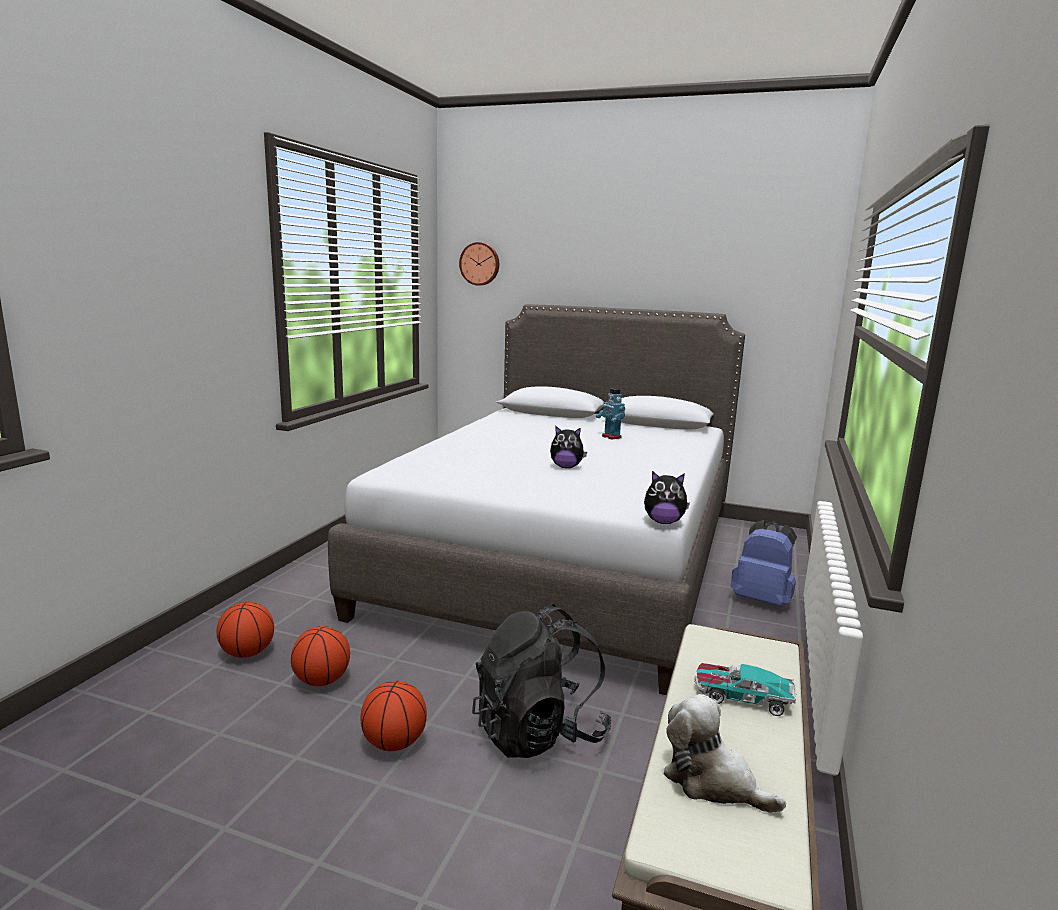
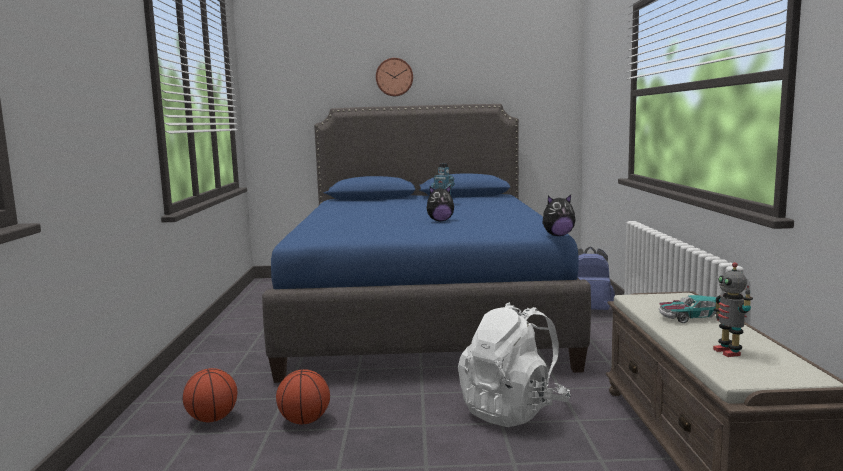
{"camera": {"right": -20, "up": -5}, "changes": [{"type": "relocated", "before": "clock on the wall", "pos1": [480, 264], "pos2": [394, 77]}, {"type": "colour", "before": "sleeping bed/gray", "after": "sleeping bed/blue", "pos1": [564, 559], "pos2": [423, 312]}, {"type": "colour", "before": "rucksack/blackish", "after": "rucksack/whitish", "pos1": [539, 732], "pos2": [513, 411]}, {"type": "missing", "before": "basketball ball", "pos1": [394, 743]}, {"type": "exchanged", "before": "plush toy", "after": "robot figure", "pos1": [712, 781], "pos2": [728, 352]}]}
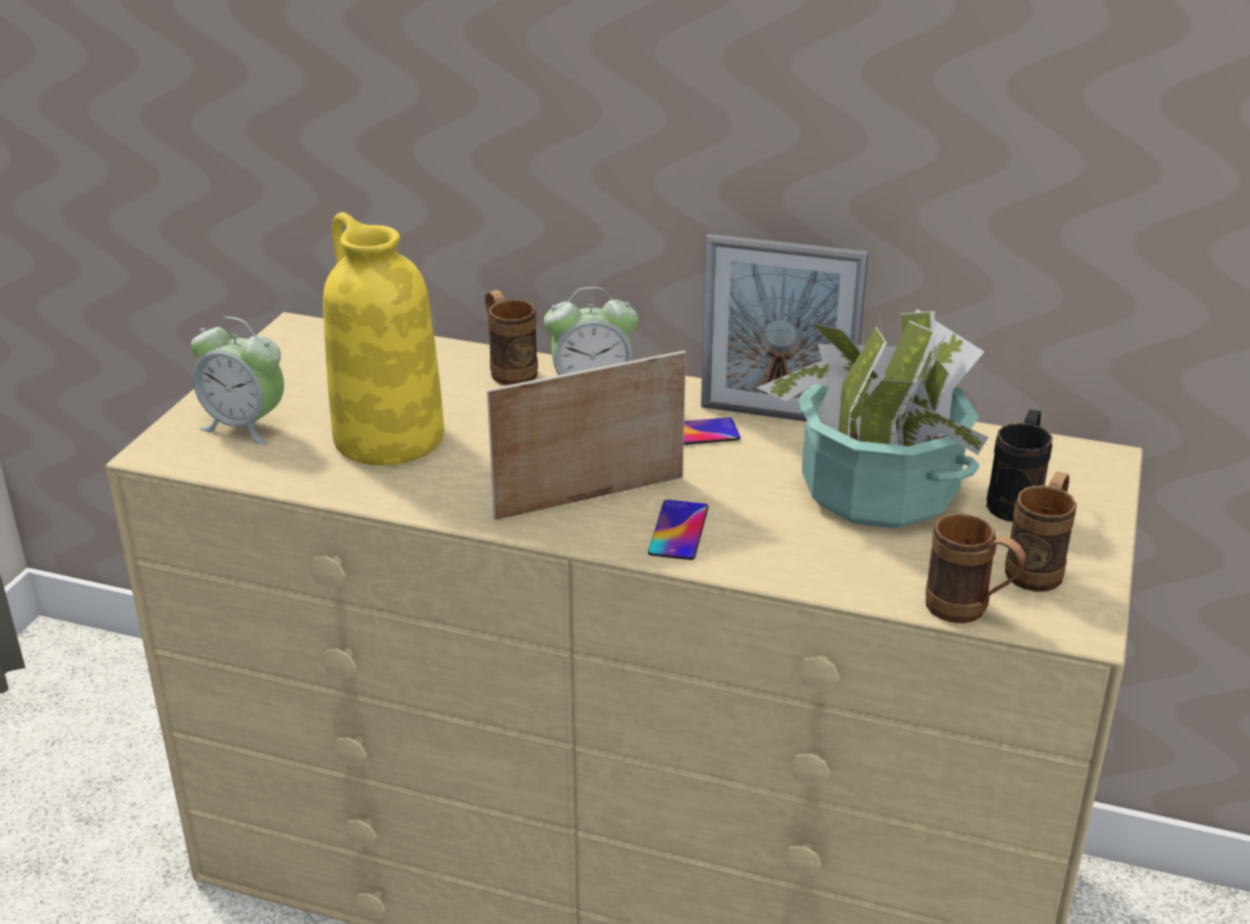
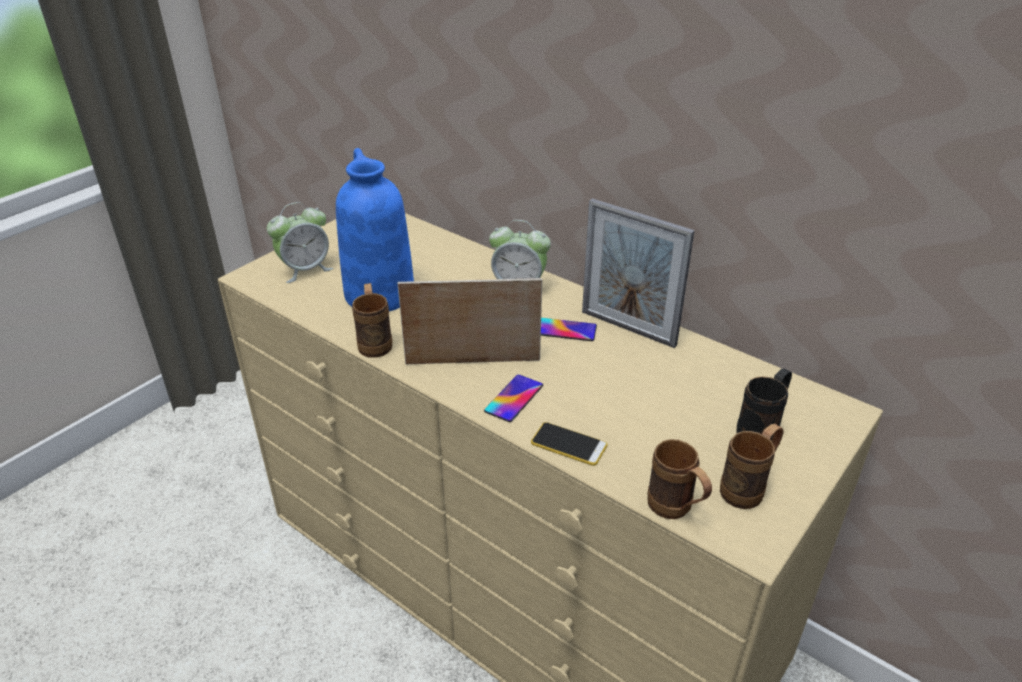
{"camera": {"right": 20, "up": 5}, "changes": [{"type": "colour", "before": "flower vase/yellowish", "after": "flower vase/blue", "pos1": [387, 437], "pos2": [378, 293]}, {"type": "relocated", "before": "coffee mug/brown", "pos1": [509, 369], "pos2": [375, 341]}, {"type": "missing", "before": "plant in a pot", "pos1": [879, 491]}, {"type": "spun", "before": "table clock", "pos1": [245, 426], "pos2": [305, 269], "turn": -75}, {"type": "appeared", "after": "handset", "pos2": [568, 444]}]}
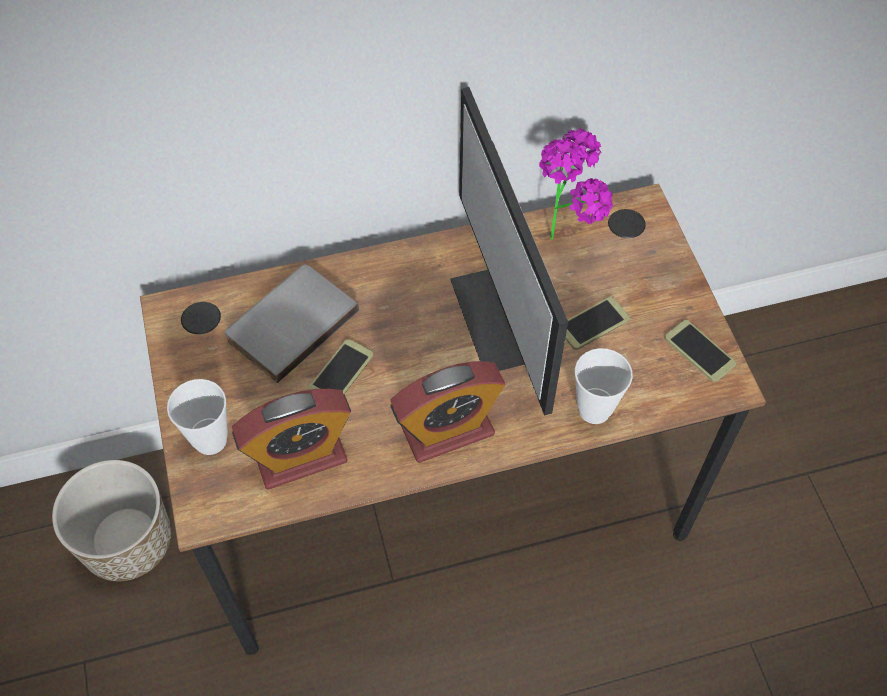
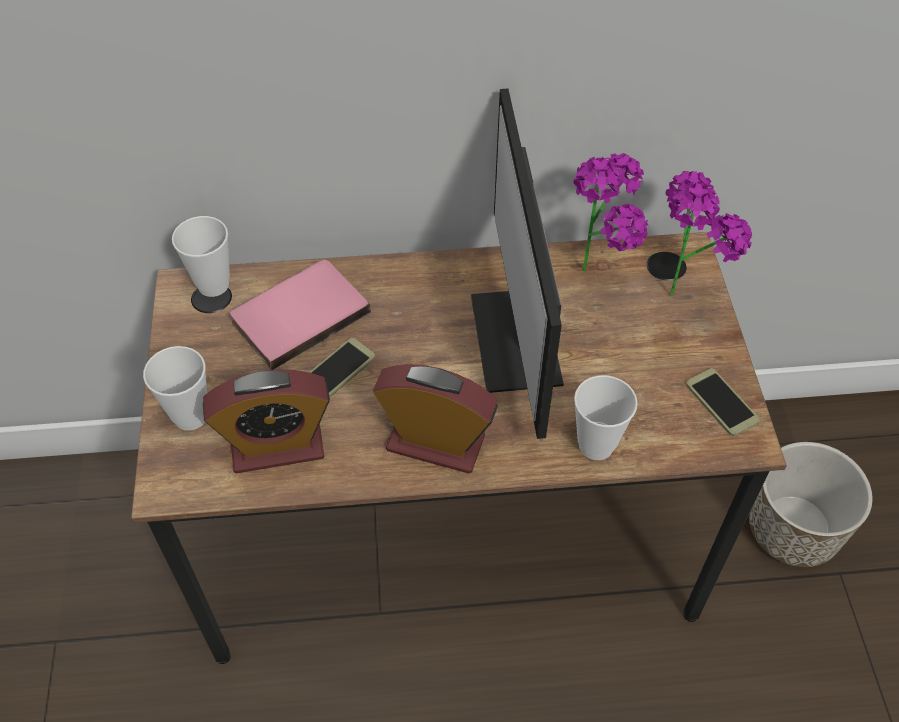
{"camera": {"right": 10, "up": -5}, "changes": [{"type": "colour", "before": "book/gray", "after": "book/pinkish", "pos1": [289, 322], "pos2": [298, 314]}, {"type": "missing", "before": "handset", "pos1": [593, 323]}, {"type": "spun", "before": "table clock", "pos1": [447, 430], "pos2": [435, 443], "turn": -150}, {"type": "relocated", "before": "planter", "pos1": [128, 542], "pos2": [793, 530]}, {"type": "appeared", "after": "plant in a pot", "pos2": [682, 285]}, {"type": "appeared", "after": "drinking cup", "pos2": [213, 285]}]}
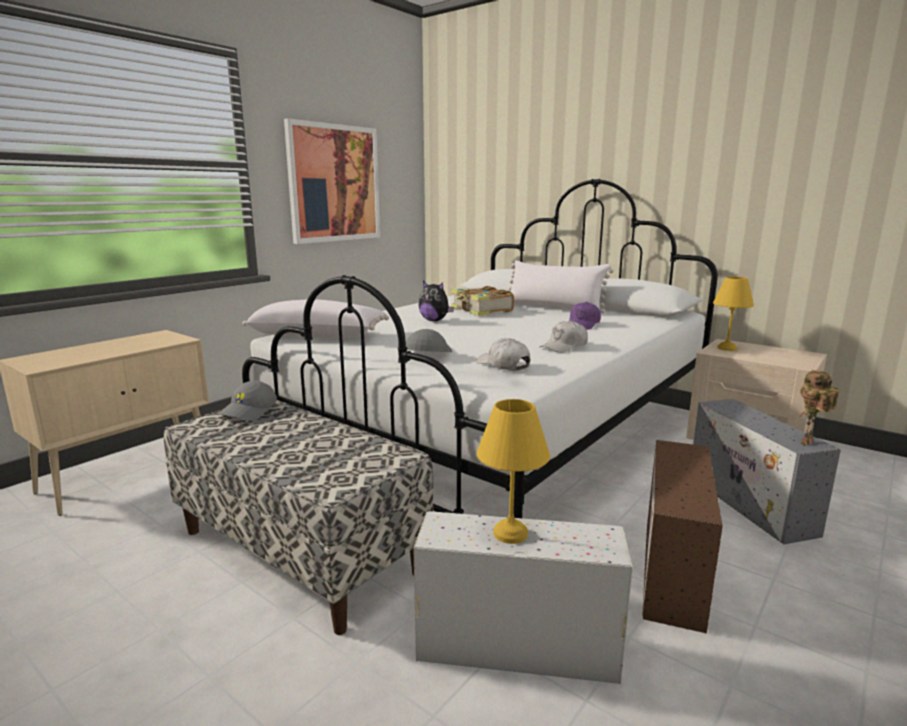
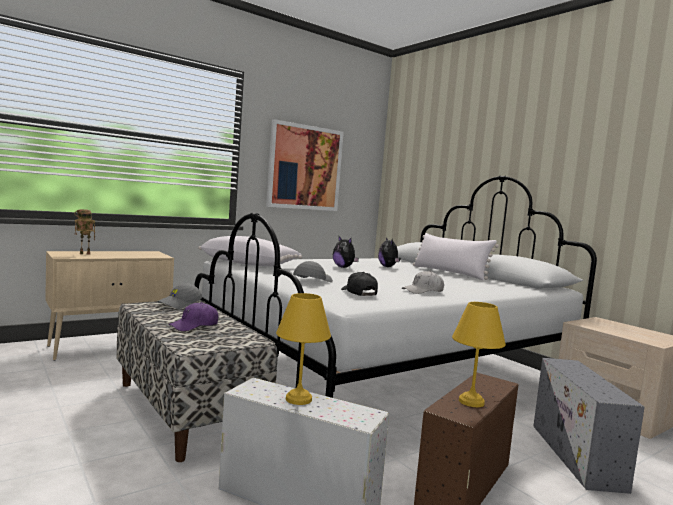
{"camera": {"right": 15, "up": -10}, "changes": [{"type": "relocated", "before": "lamp for a table/yellowish", "pos1": [727, 348], "pos2": [471, 402]}, {"type": "exchanged", "before": "book", "after": "plush toy", "pos1": [481, 310], "pos2": [388, 267]}, {"type": "relocated", "before": "peaked cap/purple-coloured", "pos1": [583, 325], "pos2": [194, 326]}, {"type": "colour", "before": "peaked cap/whitish", "after": "peaked cap/blackish", "pos1": [503, 365], "pos2": [359, 293]}, {"type": "relocated", "before": "robot figure", "pos1": [808, 443], "pos2": [84, 254]}]}
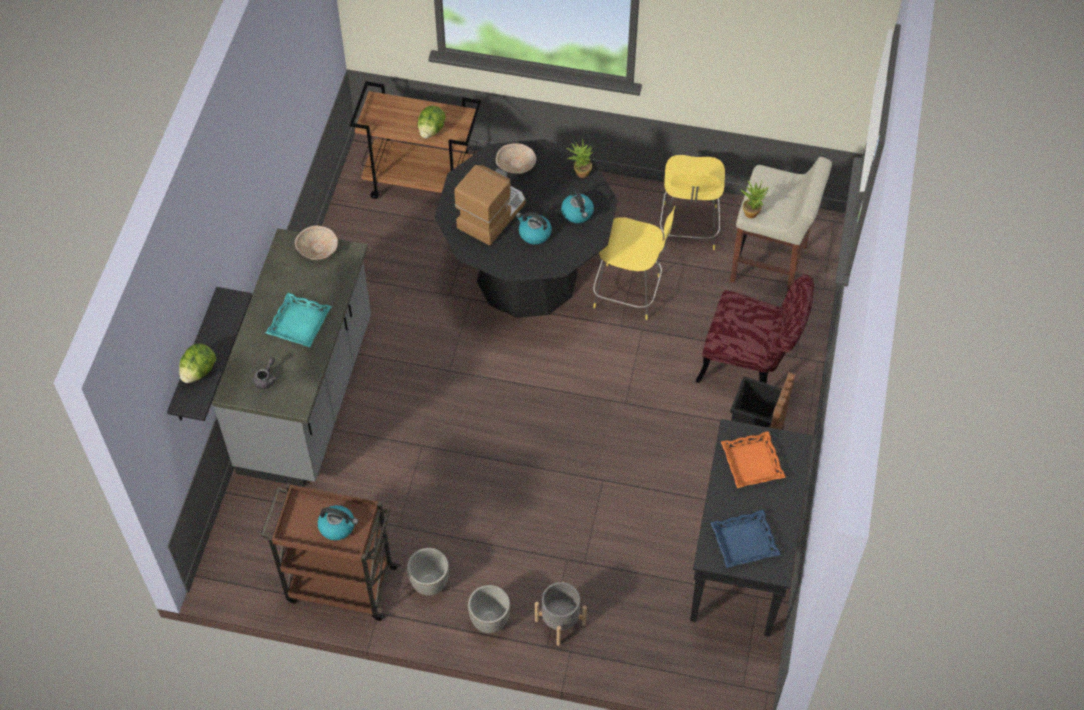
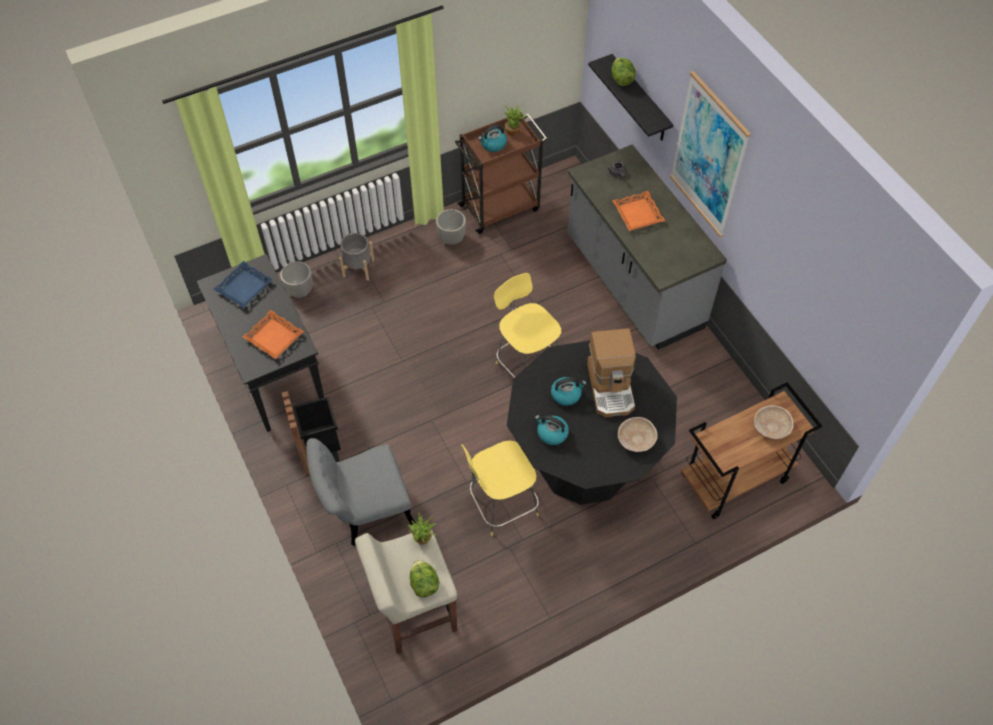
{"camera": {"right": 140, "up": 0}, "changes": [{"type": "relocated", "before": "lettuce head", "pos1": [431, 130], "pos2": [424, 584]}, {"type": "relocated", "before": "plant in a pot", "pos1": [580, 172], "pos2": [514, 131]}, {"type": "relocated", "before": "sitting stool/yellowish", "pos1": [688, 228], "pos2": [527, 366]}, {"type": "relocated", "before": "deep dish/sand-coloured", "pos1": [318, 249], "pos2": [771, 427]}, {"type": "colour", "before": "chair/red", "after": "chair/gray", "pos1": [750, 365], "pos2": [365, 511]}, {"type": "colour", "before": "serving tray/turquoise", "after": "serving tray/orange-coloured", "pos1": [300, 323], "pos2": [637, 214]}, {"type": "relocated", "before": "planter", "pos1": [490, 620], "pos2": [300, 291]}, {"type": "appeared", "after": "picture", "pos2": [708, 156]}]}
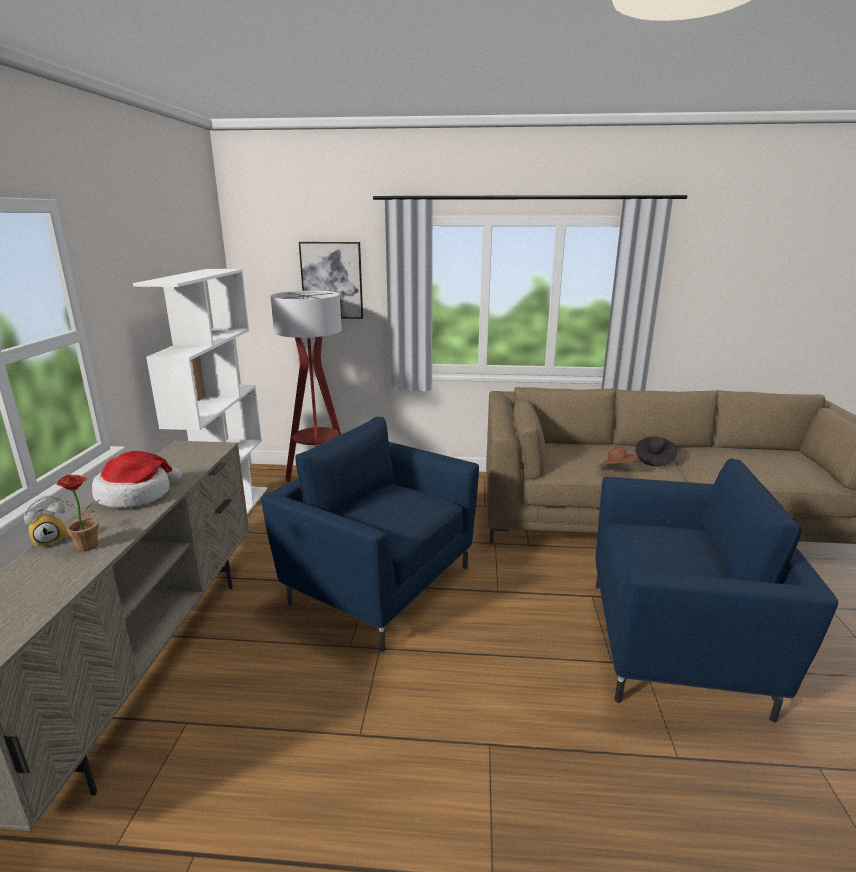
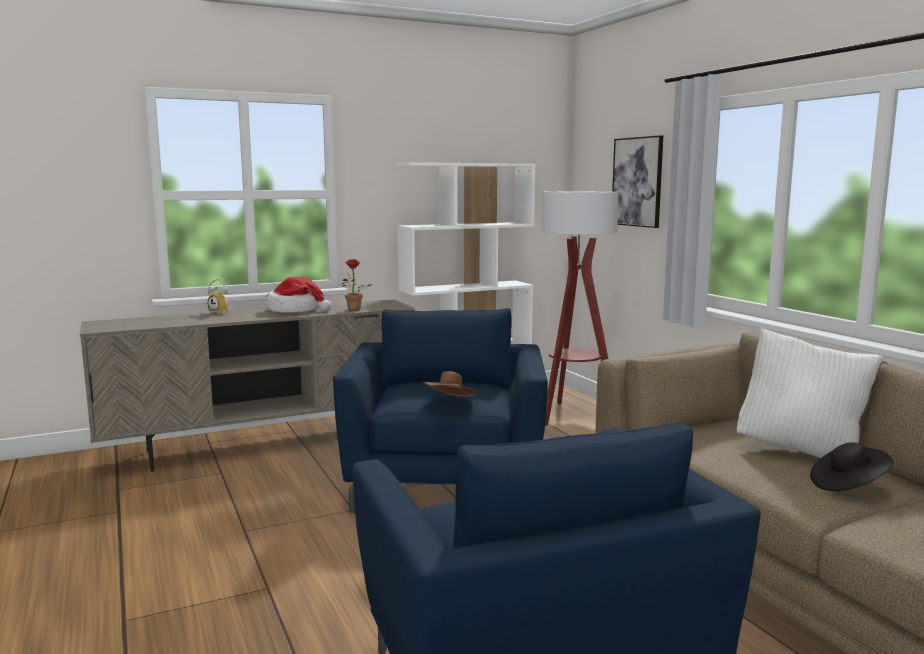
{"camera": {"right": 60, "up": -10}, "changes": [{"type": "relocated", "before": "clothing hat/brown", "pos1": [616, 470], "pos2": [450, 402]}, {"type": "relocated", "before": "plant in a pot", "pos1": [90, 547], "pos2": [353, 310]}, {"type": "appeared", "after": "pillow/whitish", "pos2": [801, 451]}]}
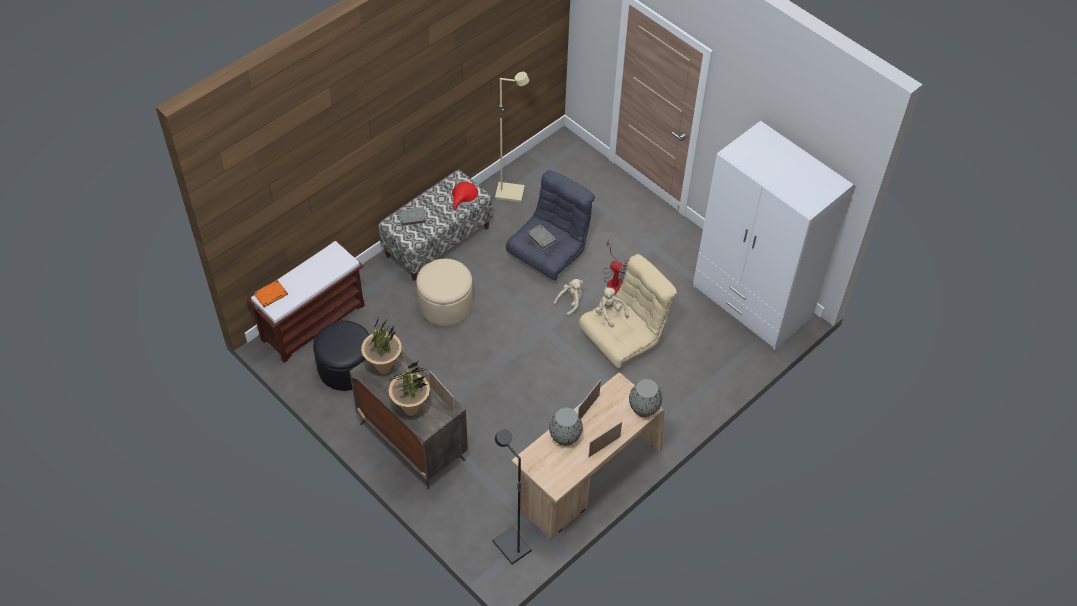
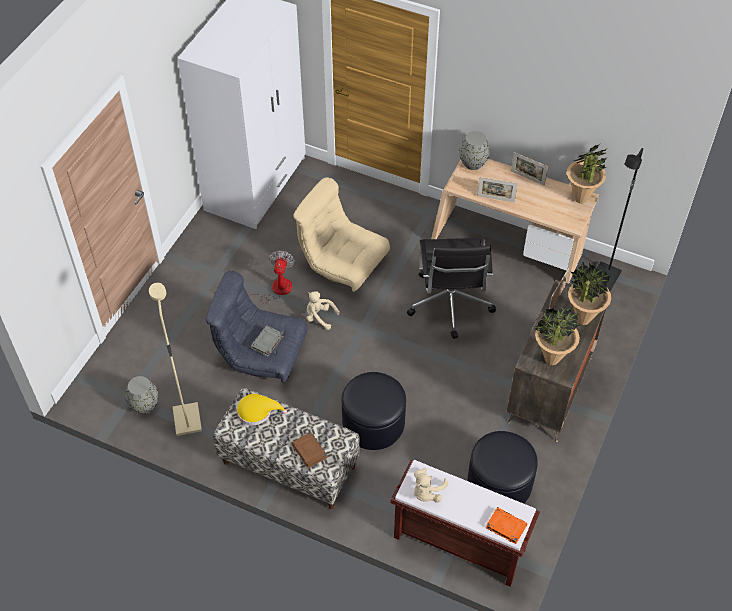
{"camera": {"right": -110, "up": 0}, "changes": [{"type": "colour", "before": "clothing hat/red", "after": "clothing hat/yellowish", "pos1": [464, 198], "pos2": [257, 411]}, {"type": "colour", "before": "book/gray", "after": "book/brown", "pos1": [411, 218], "pos2": [309, 451]}, {"type": "colour", "before": "ottoman/sand-coloured", "after": "ottoman/blackish", "pos1": [445, 304], "pos2": [373, 423]}, {"type": "relocated", "before": "plush toy/sand-coloured", "pos1": [609, 313], "pos2": [427, 492]}, {"type": "relocated", "before": "flower vase/gray", "pos1": [565, 437], "pos2": [144, 405]}, {"type": "appeared", "after": "plant in a pot", "pos2": [580, 199]}, {"type": "appeared", "after": "office chair/blackish", "pos2": [450, 305]}]}
